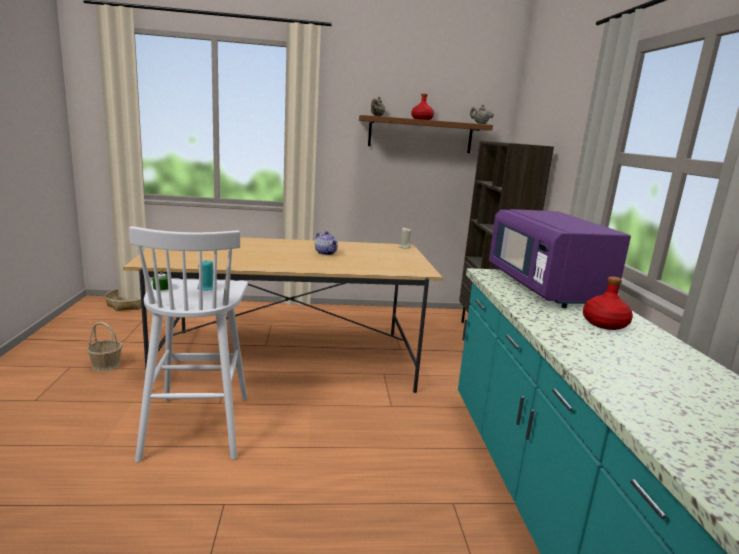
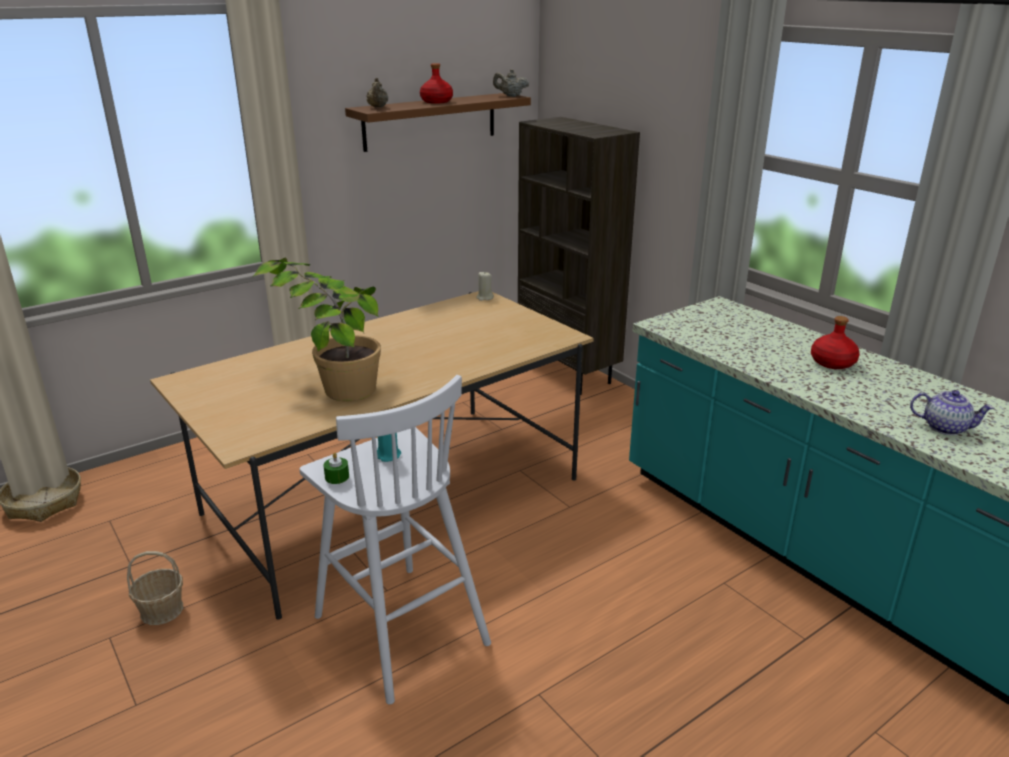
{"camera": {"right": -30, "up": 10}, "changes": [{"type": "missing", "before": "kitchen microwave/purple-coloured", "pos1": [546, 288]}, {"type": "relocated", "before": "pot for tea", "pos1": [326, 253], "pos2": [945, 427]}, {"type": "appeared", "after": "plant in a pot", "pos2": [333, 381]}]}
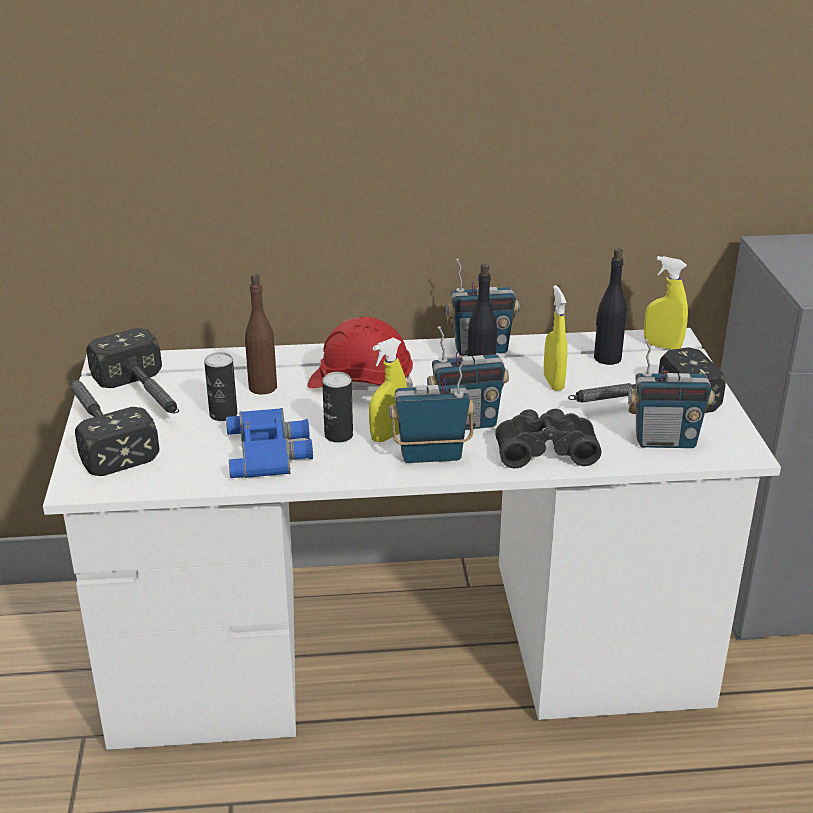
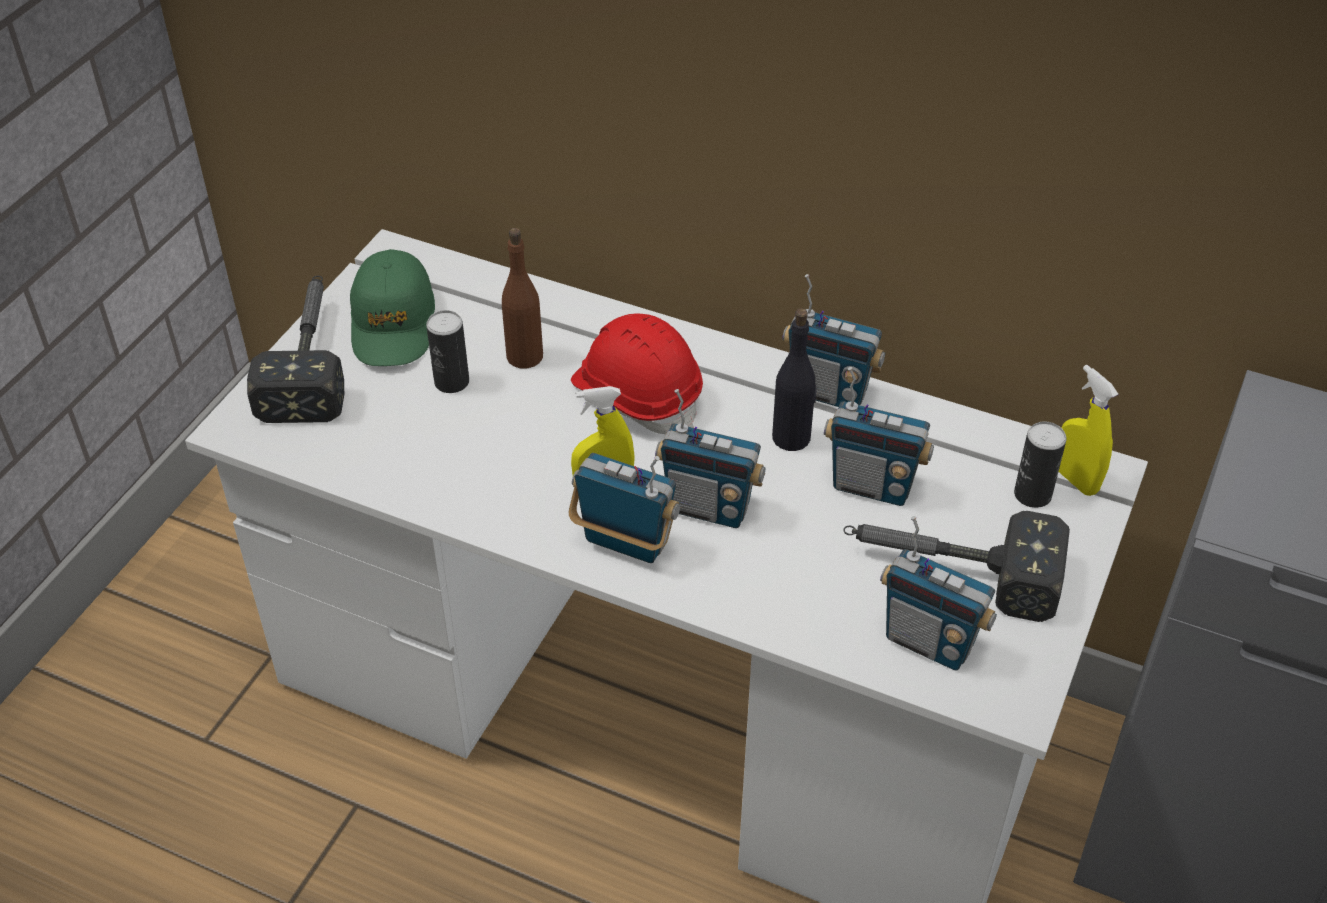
{"camera": {"right": 30, "up": 15}, "changes": [{"type": "missing", "before": "bottle/blackish", "pos1": [607, 358]}, {"type": "exchanged", "before": "spray bottle/yellowish", "after": "radio set", "pos1": [553, 382], "pos2": [872, 486]}, {"type": "exchanged", "before": "hammer", "after": "peaked cap/green", "pos1": [147, 397], "pos2": [393, 323]}, {"type": "relocated", "before": "metal can", "pos1": [338, 435], "pos2": [1032, 494]}, {"type": "missing", "before": "field glasses/blue", "pos1": [270, 451]}, {"type": "missing", "before": "field glasses/blackish", "pos1": [545, 449]}]}
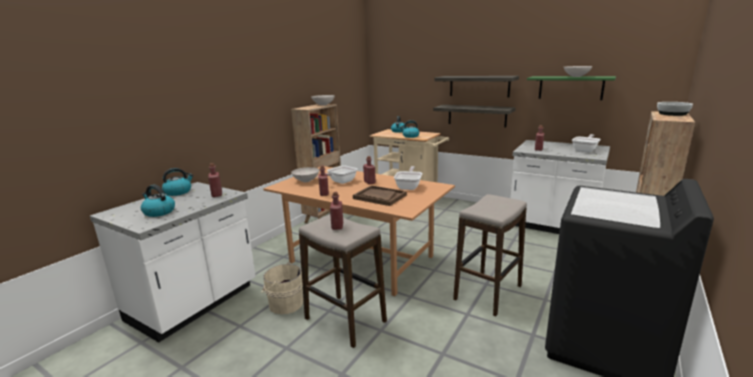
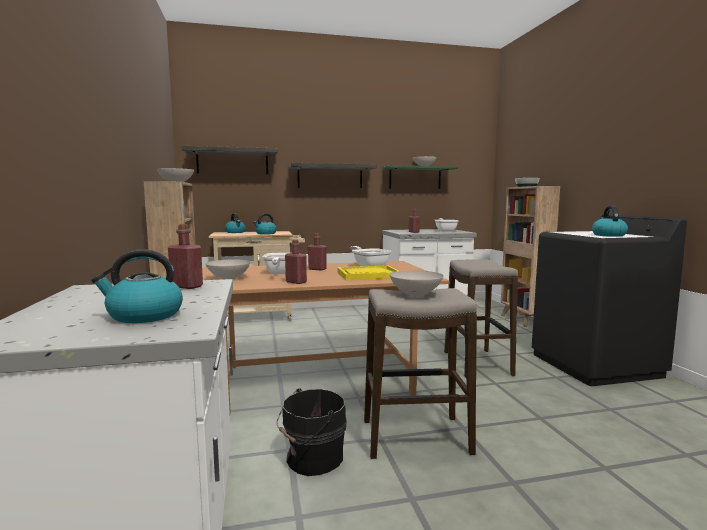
{"camera": {"right": -45, "up": -10}, "changes": [{"type": "relocated", "before": "shelf", "pos1": [477, 115], "pos2": [232, 162]}, {"type": "relocated", "before": "tea kettle", "pos1": [178, 192], "pos2": [608, 235]}, {"type": "colour", "before": "serving tray/brown", "after": "serving tray/yellowish", "pos1": [379, 197], "pos2": [368, 275]}, {"type": "exchanged", "before": "bottle/red", "after": "deep dish/whitish", "pos1": [337, 226], "pos2": [415, 294]}, {"type": "colour", "before": "water bucket/sand-coloured", "after": "water bucket/blackish", "pos1": [284, 303], "pos2": [312, 459]}]}
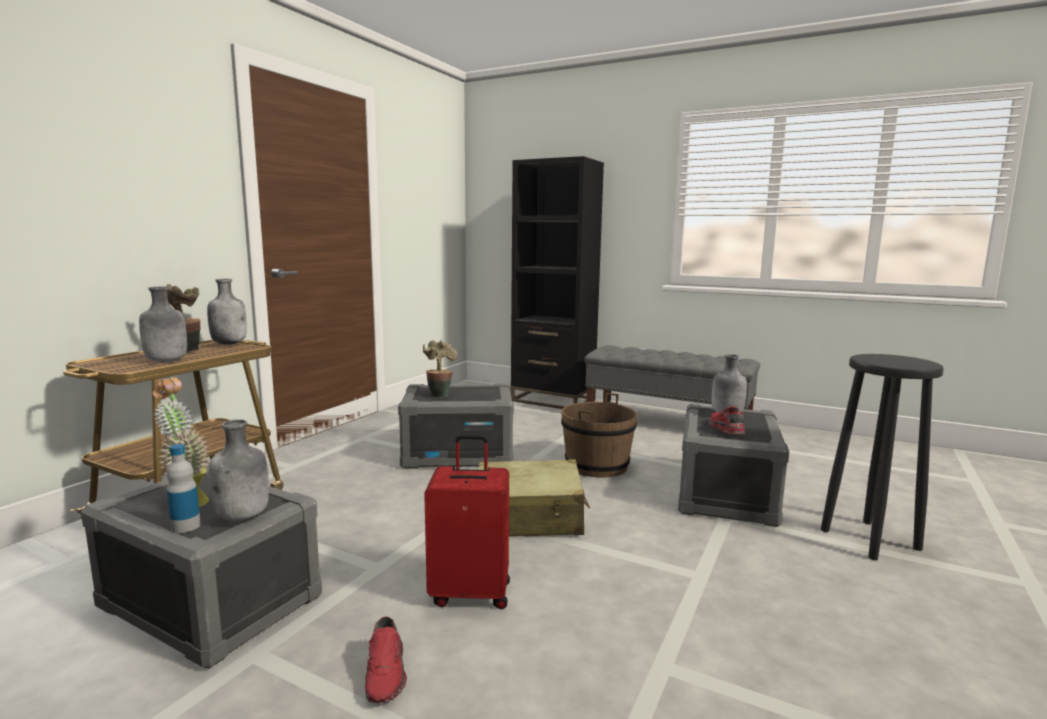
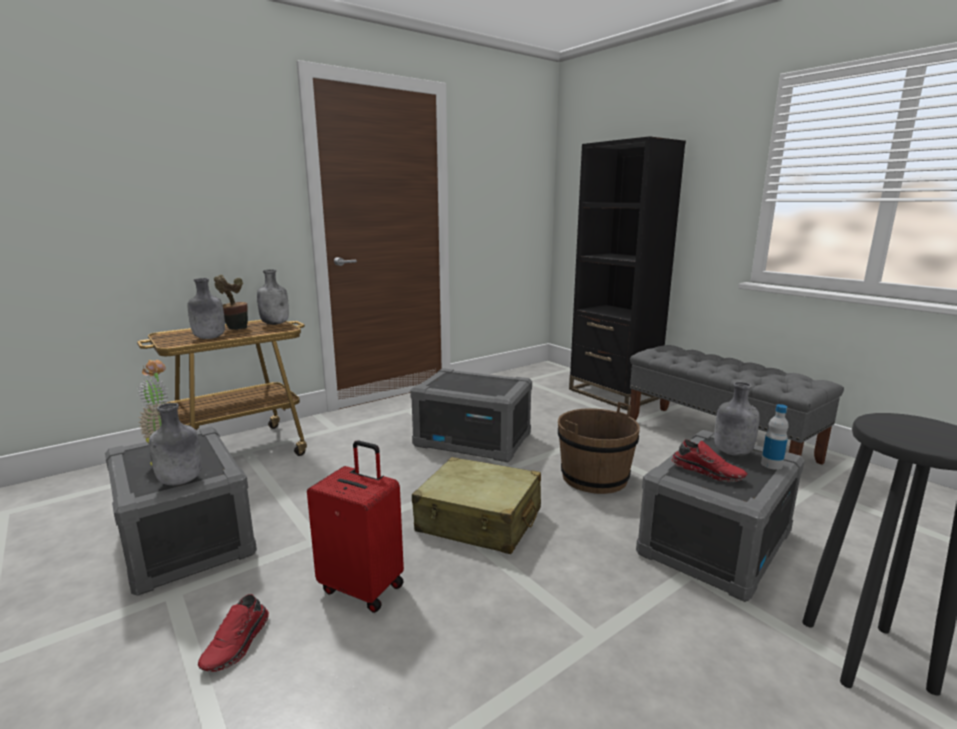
{"camera": {"right": 25, "up": 5}, "changes": [{"type": "missing", "before": "plant in a pot", "pos1": [439, 395]}, {"type": "spun", "before": "item of footwear/red", "pos1": [725, 429], "pos2": [707, 471], "turn": 105}, {"type": "relocated", "before": "bottle", "pos1": [186, 526], "pos2": [771, 465]}]}
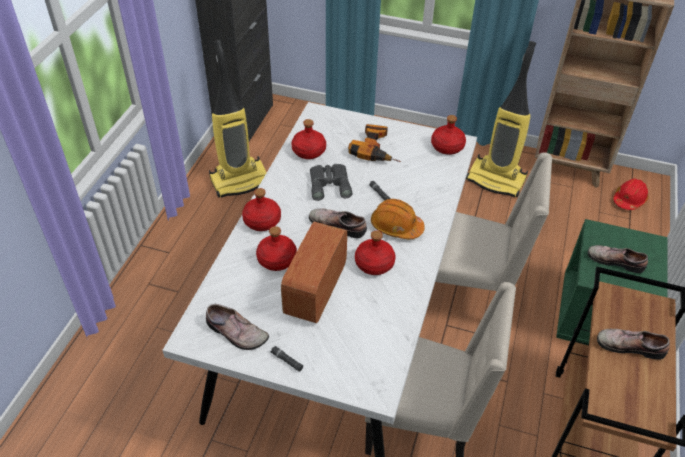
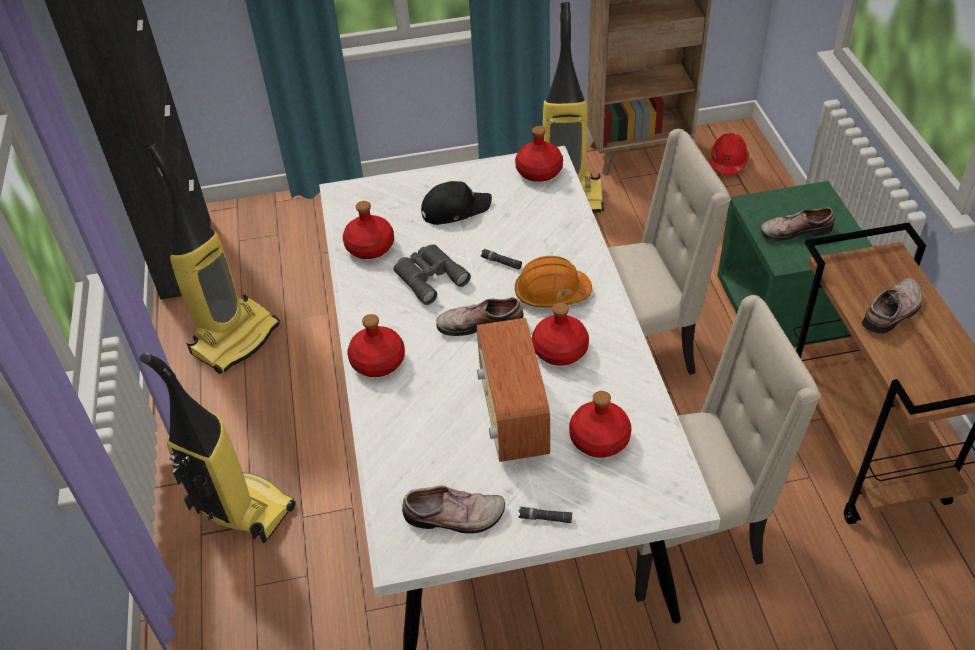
{"camera": {"right": -25, "up": 0}, "changes": [{"type": "exchanged", "before": "electric drill", "after": "peaked cap/blackish", "pos1": [376, 149], "pos2": [454, 209]}, {"type": "relocated", "before": "bottle/red", "pos1": [277, 260], "pos2": [599, 439]}, {"type": "spun", "before": "item of footwear", "pos1": [629, 345], "pos2": [893, 312], "turn": 150}, {"type": "appeared", "after": "vacuum", "pos2": [240, 509]}]}
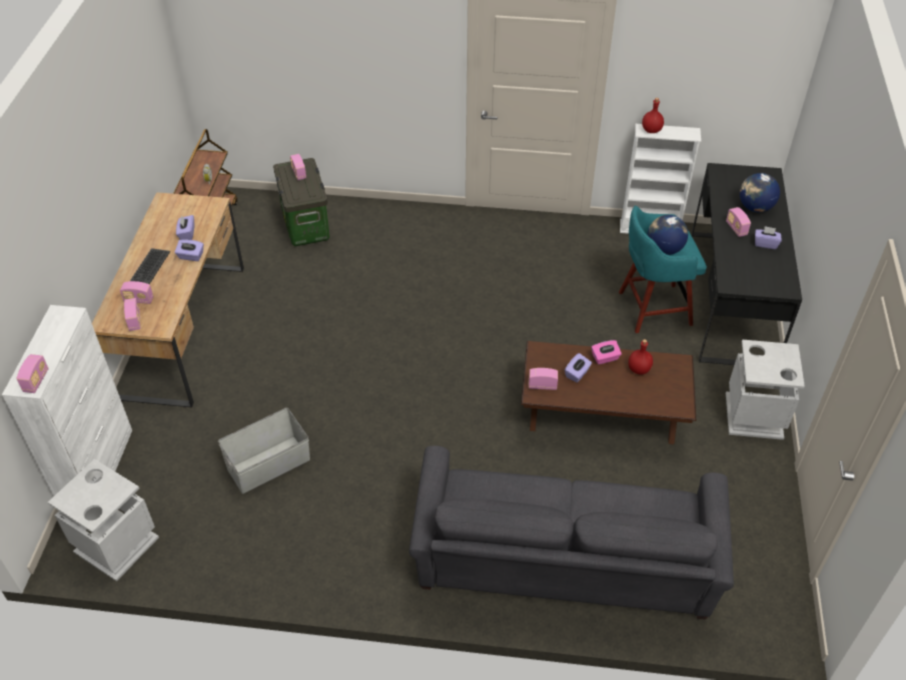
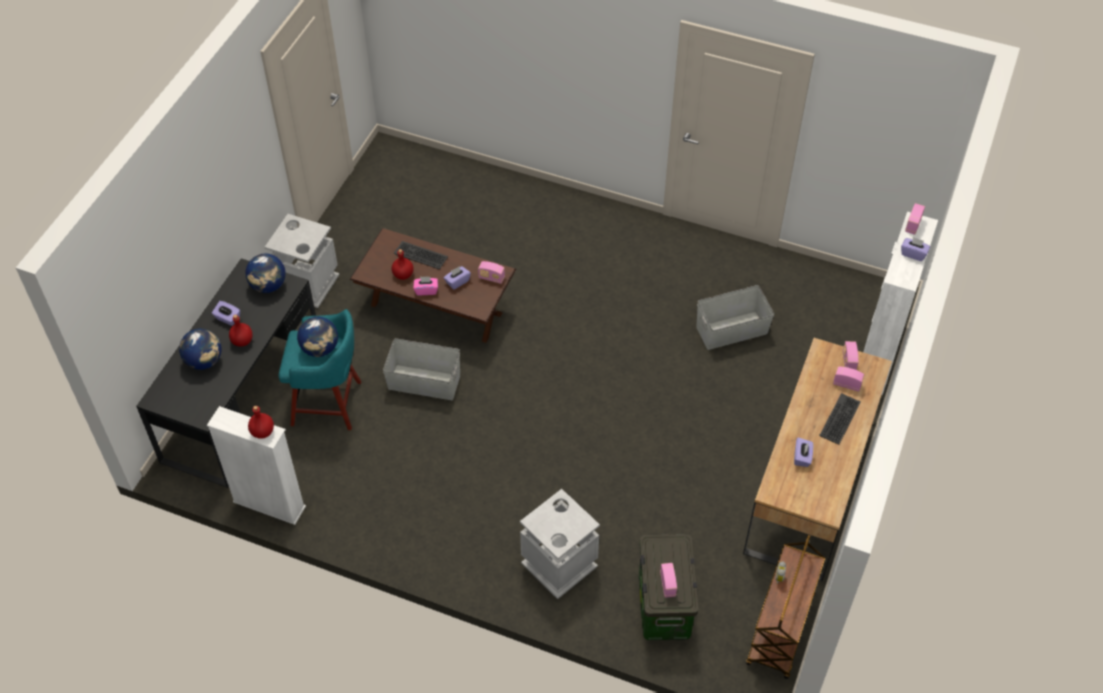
{"camera": {"right": -165, "up": 5}, "changes": [{"type": "exchanged", "before": "radio set", "after": "bottle/red", "pos1": [736, 228], "pos2": [242, 341]}, {"type": "relocated", "before": "box of tissues/purple-coloured", "pos1": [191, 256], "pos2": [913, 254]}, {"type": "missing", "before": "settee/gray", "pos1": [563, 567]}, {"type": "relocated", "before": "rubbish bin/gray", "pos1": [116, 545], "pos2": [559, 564]}, {"type": "appeared", "after": "PC keyboard", "pos2": [421, 255]}, {"type": "appeared", "after": "globe", "pos2": [268, 286]}, {"type": "appeared", "after": "storage bin/gray", "pos2": [424, 382]}]}
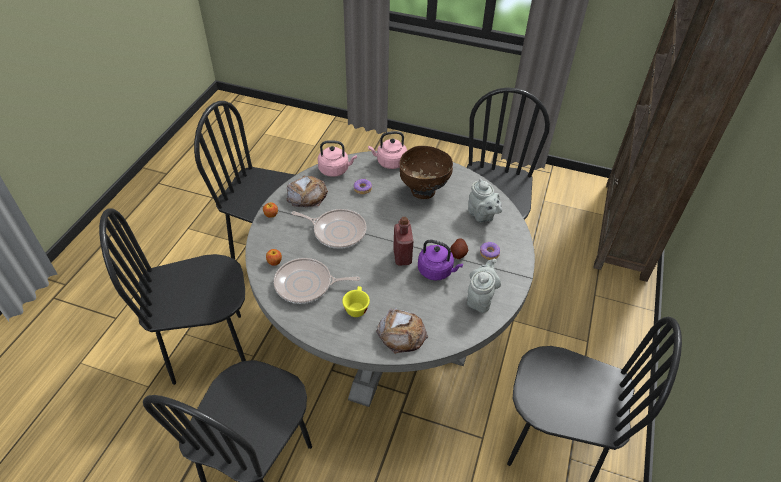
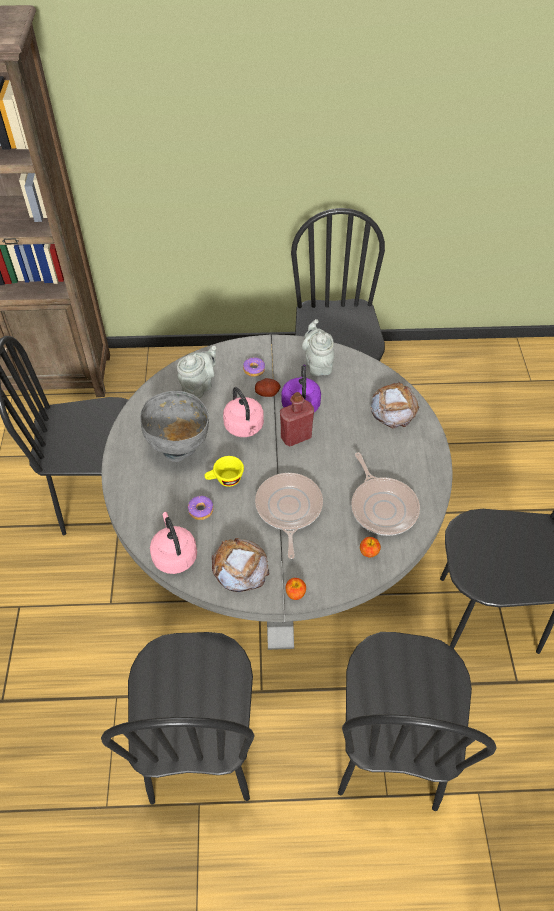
{"camera": {"right": -110, "up": 5}, "changes": [{"type": "relocated", "before": "tea kettle/pinkish", "pos1": [389, 162], "pos2": [245, 428]}, {"type": "colour", "before": "deep dish/brown", "after": "deep dish/gray", "pos1": [423, 191], "pos2": [179, 448]}, {"type": "spun", "before": "chair/blackish", "pos1": [208, 347], "pos2": [390, 751], "turn": 45}, {"type": "spun", "before": "pot for tea/gray", "pos1": [480, 298], "pos2": [318, 364], "turn": 75}, {"type": "relocated", "before": "drinking cup/yellowish", "pos1": [356, 307], "pos2": [225, 480]}]}
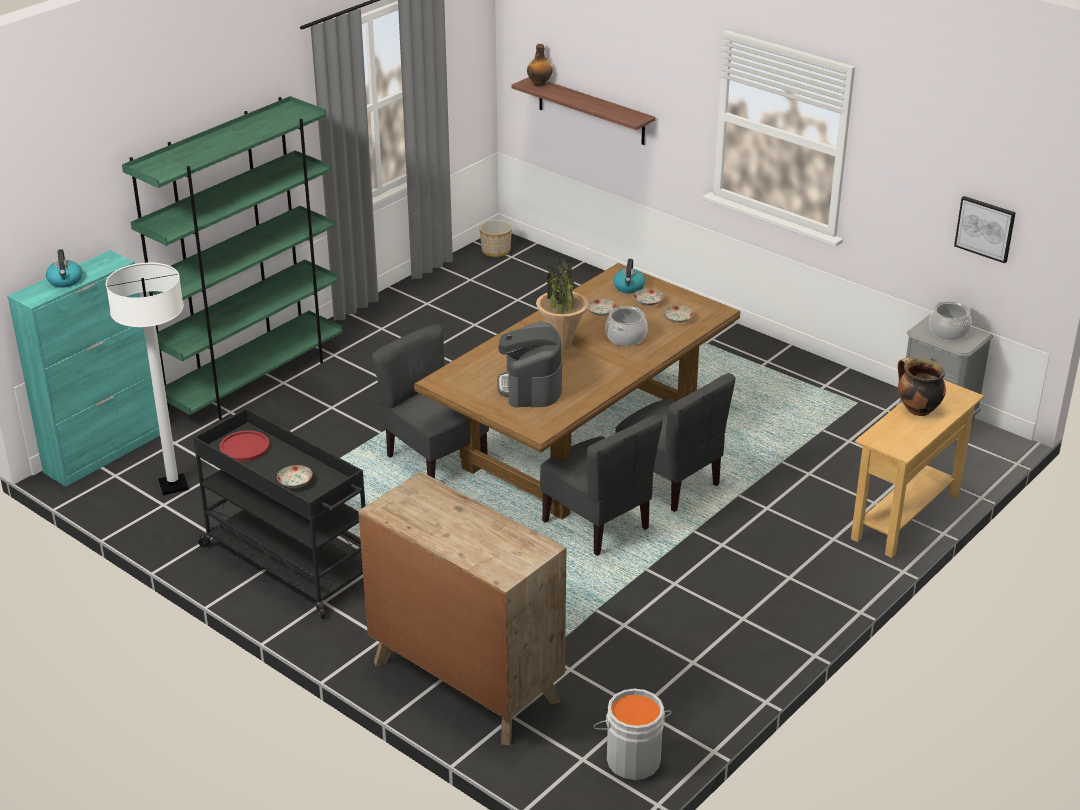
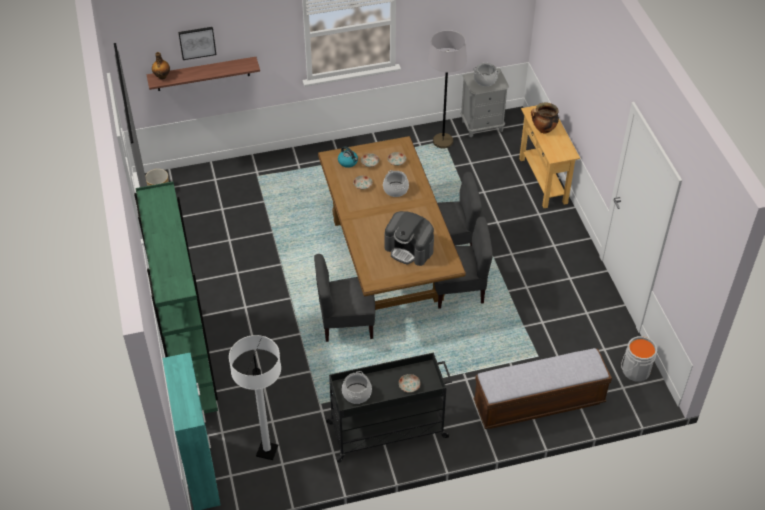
{"camera": {"right": -55, "up": 15}, "changes": [{"type": "relocated", "before": "picture", "pos1": [985, 228], "pos2": [197, 42]}, {"type": "missing", "before": "tea kettle", "pos1": [65, 281]}, {"type": "missing", "before": "plant in a pot", "pos1": [562, 345]}, {"type": "exchanged", "before": "plate/red", "after": "stockpot", "pos1": [244, 447], "pos2": [356, 393]}, {"type": "exchanged", "before": "chest of drawers/brown", "after": "bench", "pos1": [465, 681], "pos2": [538, 403]}, {"type": "appeared", "after": "floor lamp/gray", "pos2": [443, 141]}]}
